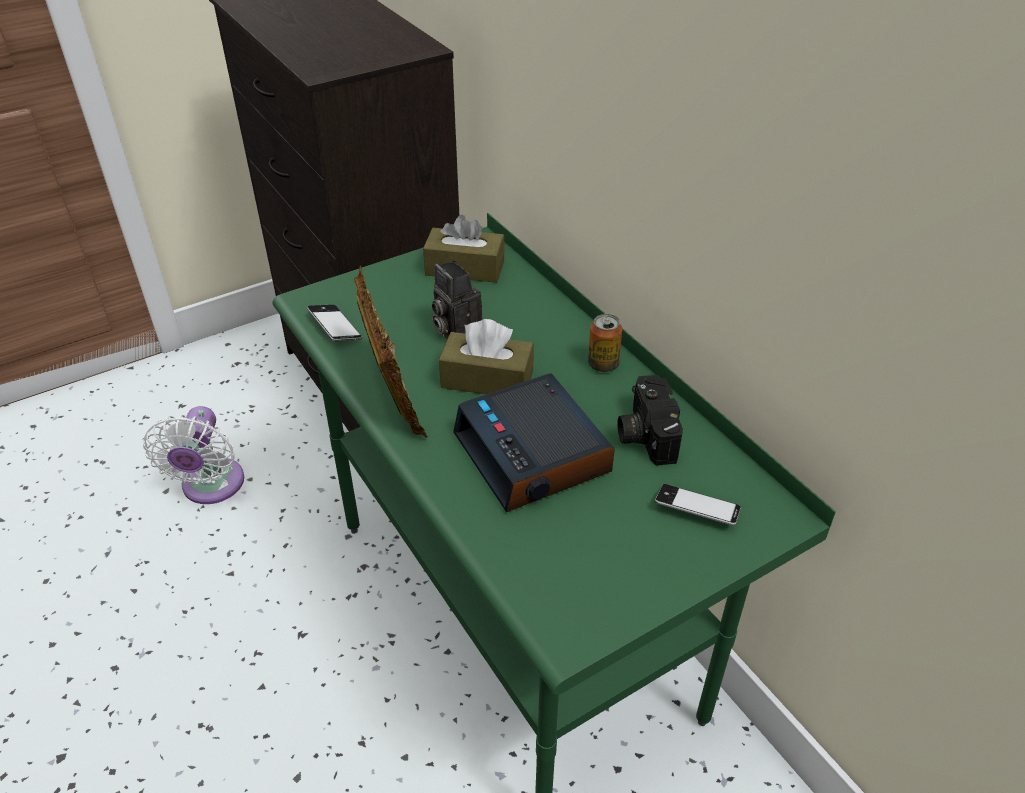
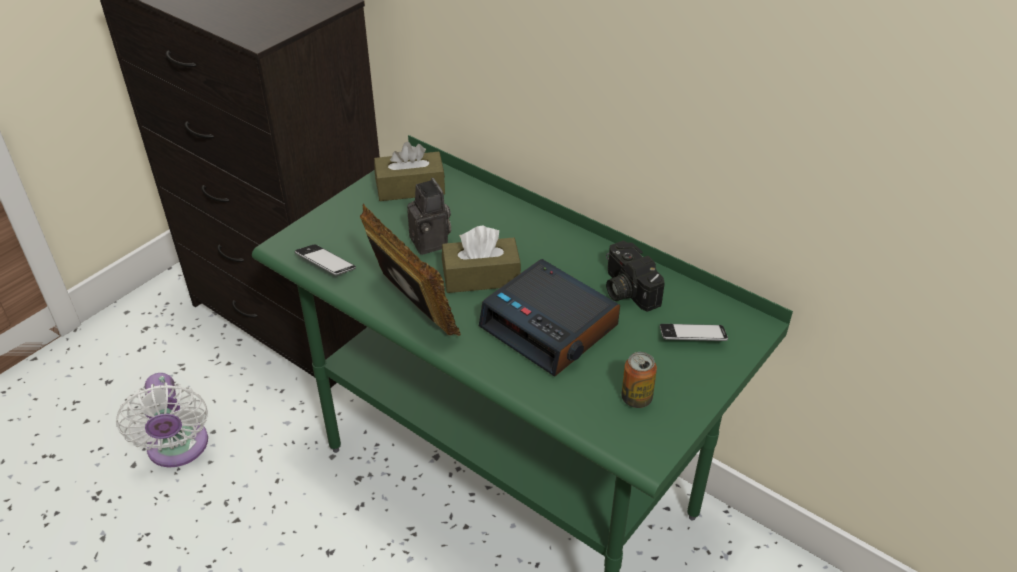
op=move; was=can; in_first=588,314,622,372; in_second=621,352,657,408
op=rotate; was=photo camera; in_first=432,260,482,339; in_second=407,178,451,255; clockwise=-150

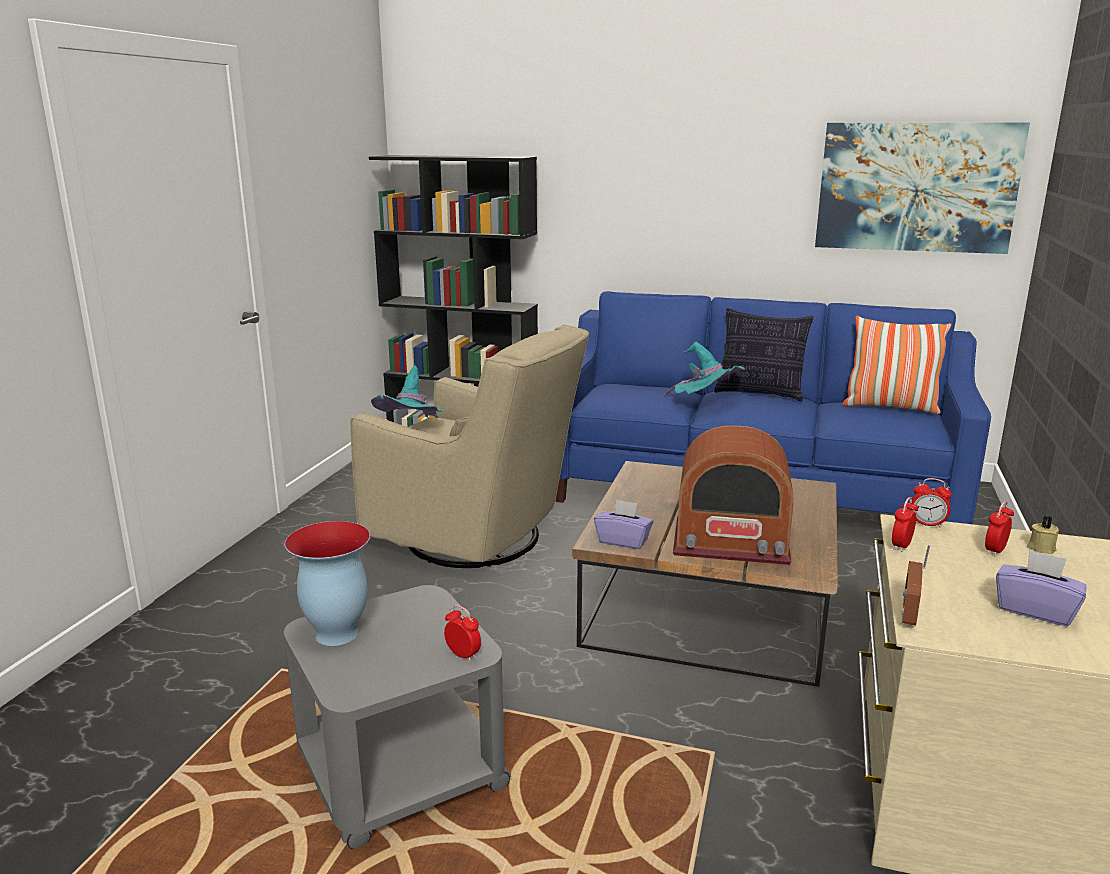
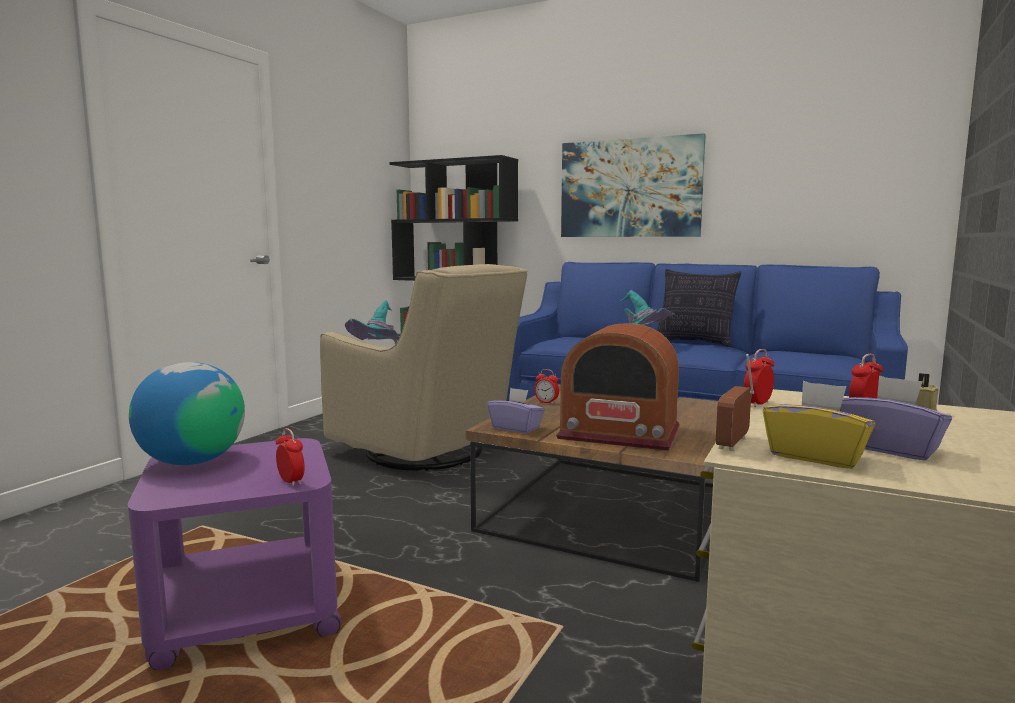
op=delete; was=pillow; in_first=842,316,952,414
op=insert; now=yellow tissue box; in_second=763,381,875,469
op=move; was=picture; in_first=815,123,1030,254; in_second=561,133,706,237
op=move; was=alarm clock; in_first=912,478,952,528; in_second=534,369,559,404
op=replace; was=vase; now=globe; in_first=284,521,370,646; in_second=129,362,245,465
op=recolor; was=grey side table; now=purple side table; in_first=284,585,511,849; in_second=127,438,342,670

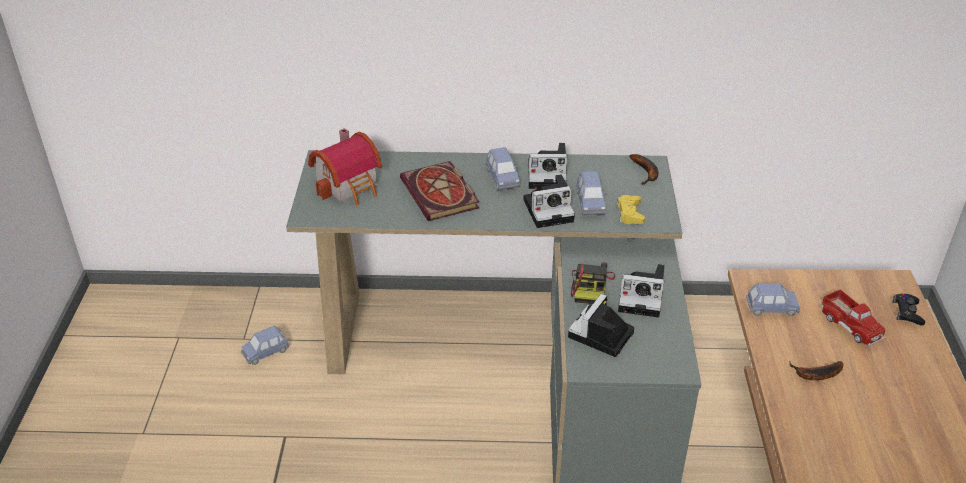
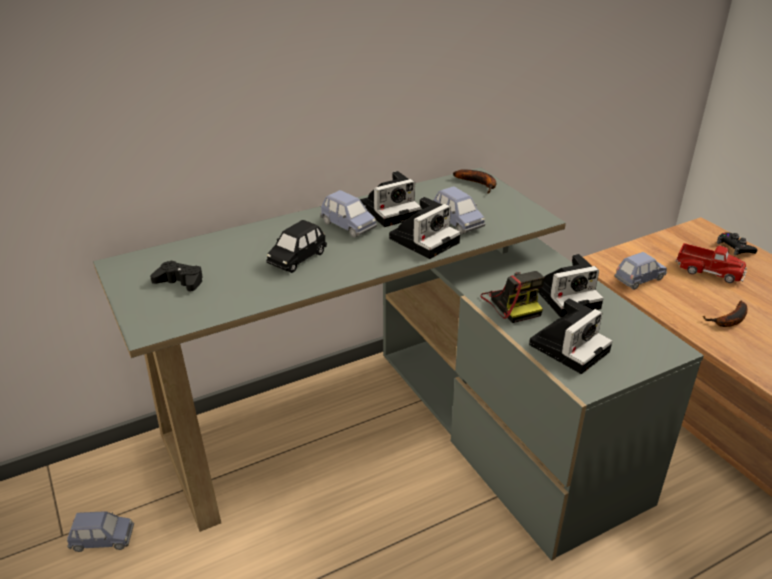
op=delete; was=yellow game controller; in_first=616,195,645,224
op=replace; was=toy house; now=black game controller; in_first=308,128,382,205; in_second=150,261,203,291
op=replace; was=book; now=black toy car; in_first=400,161,479,221; in_second=266,220,327,273
op=rotate; was=blue toy car; in_first=240,326,289,365; in_second=66,511,134,552; clockwise=-120
op=rotate; was=photo camera; in_first=568,294,634,357; in_second=529,298,612,374; clockwise=-135

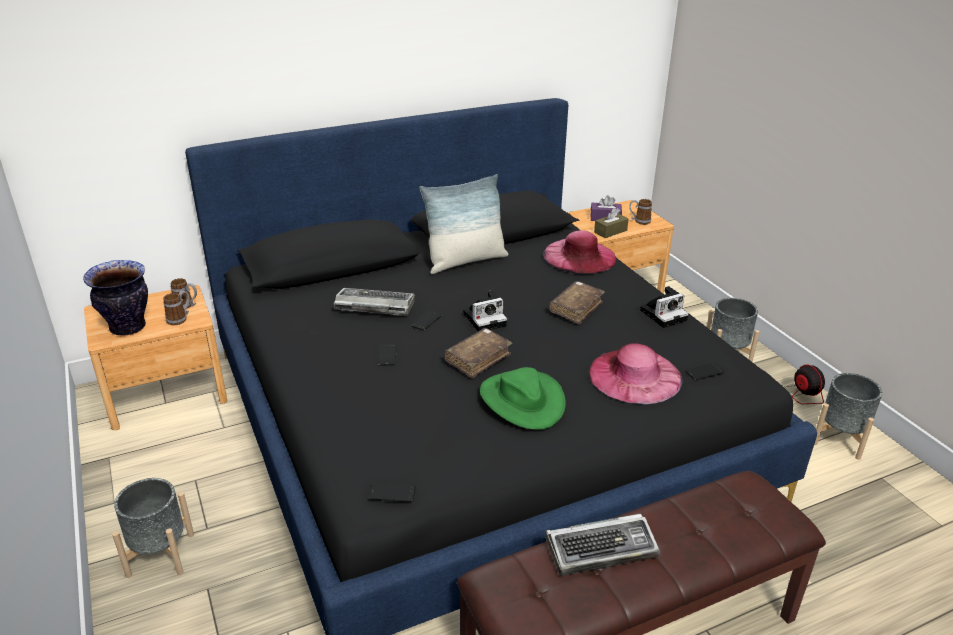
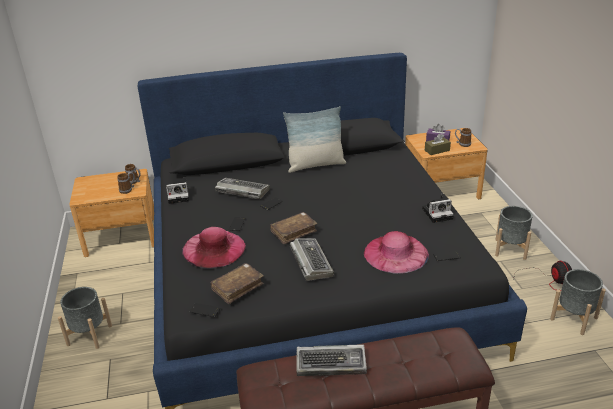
op=delete; was=vase; in_first=83,260,148,336
op=move; was=photo camera; in_first=463,290,507,331; in_second=166,177,189,204
op=move; was=pink hat; in_first=543,230,616,274; in_second=182,227,246,269
op=move; was=brown book; in_first=549,281,605,325; in_second=210,263,264,304
op=replace; was=green hat; now=keyboard; in_first=480,367,566,430; in_second=290,238,334,281

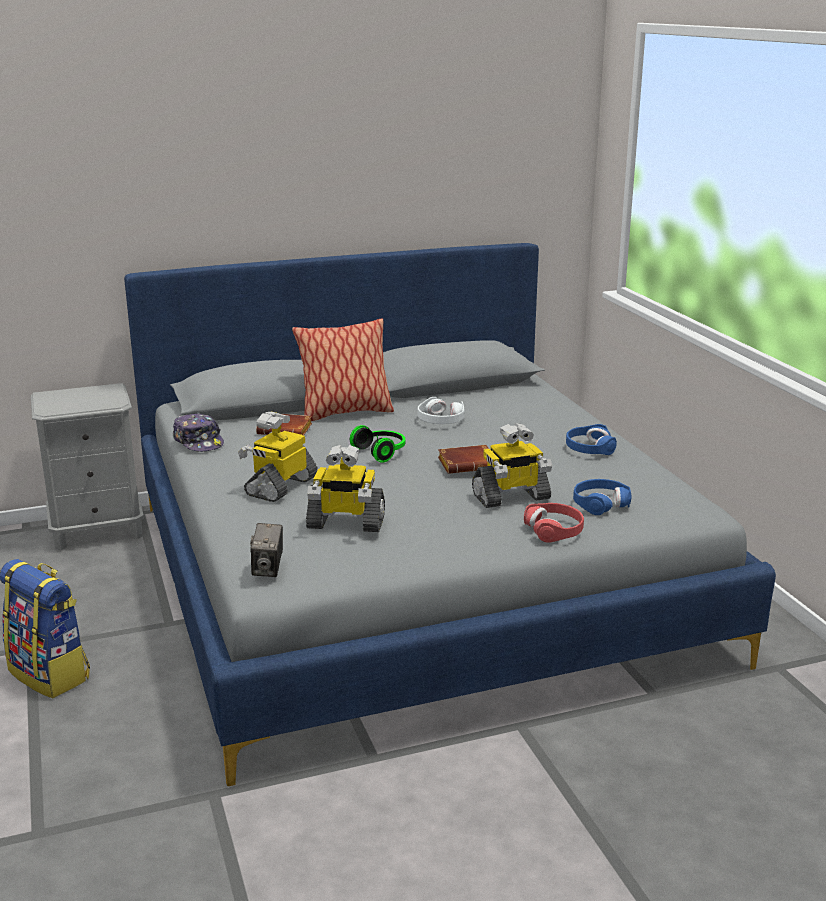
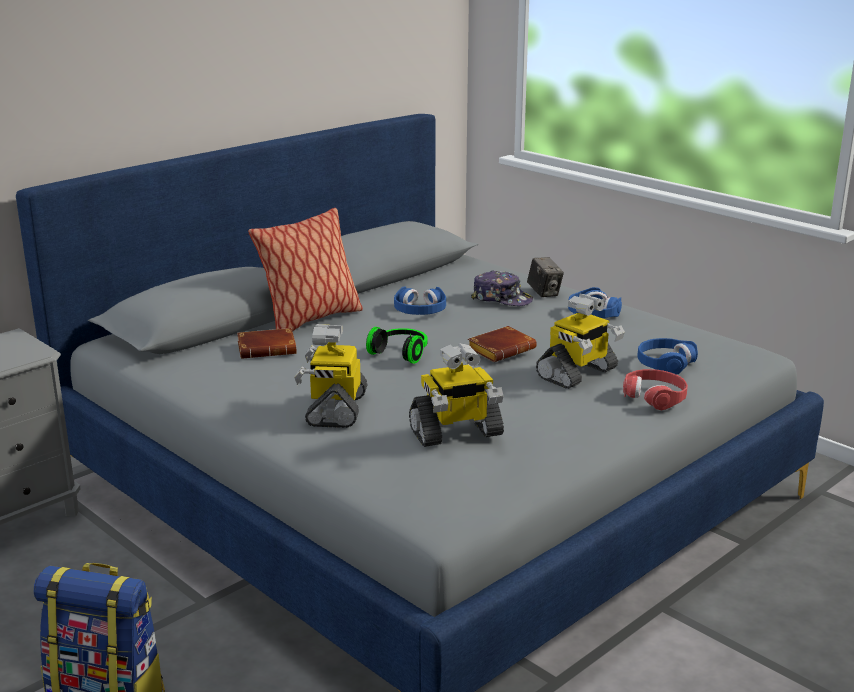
op=move; was=cap; in_first=172,413,224,452; in_second=471,270,533,306
op=move; was=photo camera; in_first=250,523,283,577; in_second=527,257,564,297
op=recolor; was=white headphones; now=blue headphones; in_first=418,397,464,424; in_second=394,286,446,315

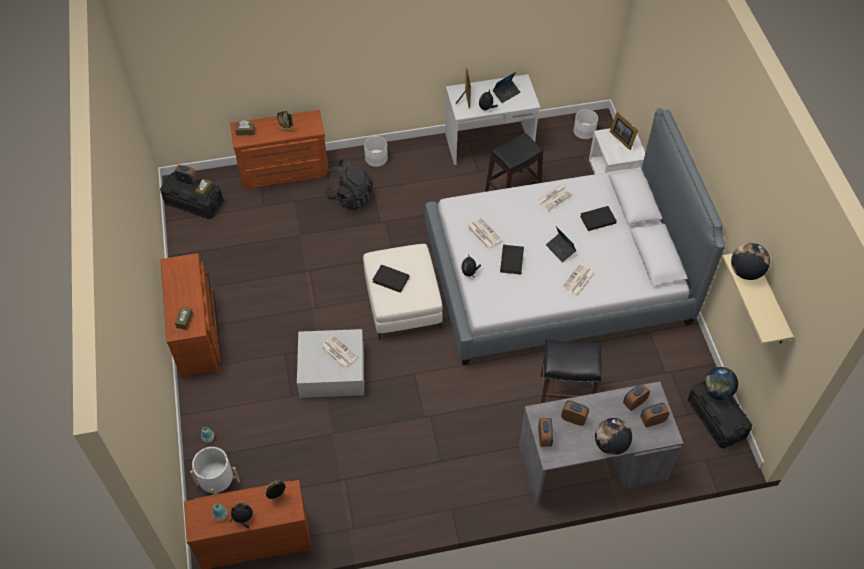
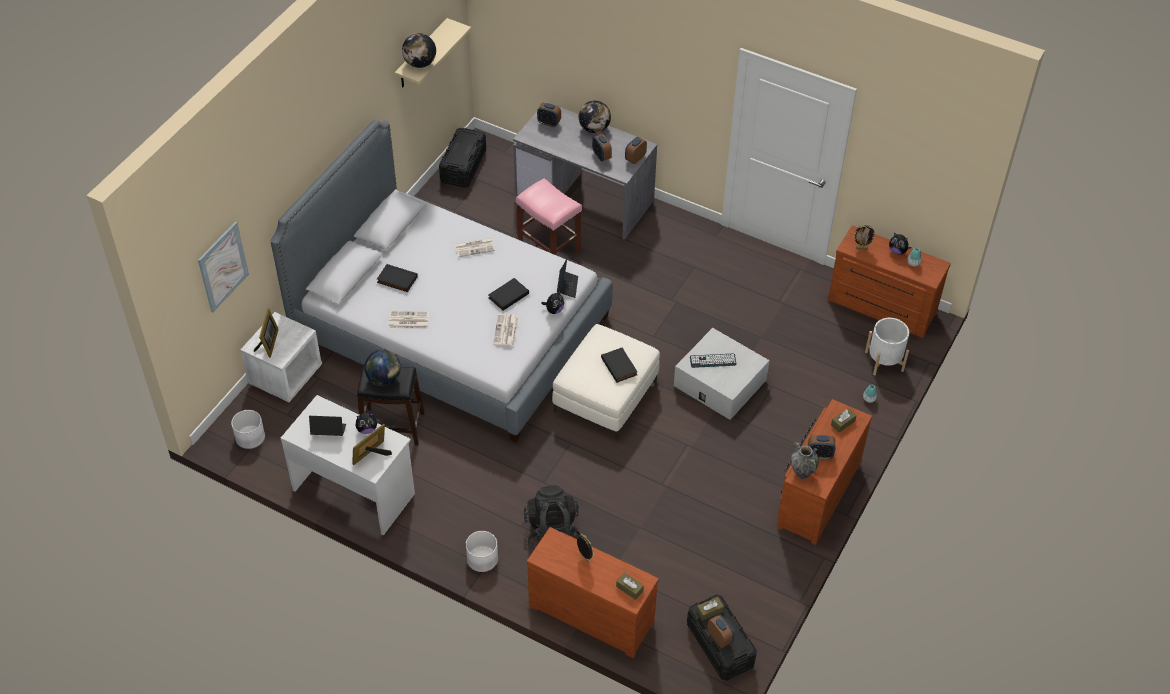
op=insert; now=picture; in_second=198,221,249,312
op=insert; now=vase; in_second=791,442,819,479
op=move; was=laptop; in_first=546,227,576,262; in_second=557,259,578,298
op=move; was=alarm clock; in_first=623,383,650,411; in_second=808,435,835,459
op=move; was=globe; in_first=704,367,738,400; in_second=364,350,401,386
op=replace; was=newspaper; now=keyboard; in_first=320,335,358,369; in_second=690,354,737,368
op=recolor; was=black stool; now=pink stool; in_first=540,339,602,403; in_second=516,178,582,255

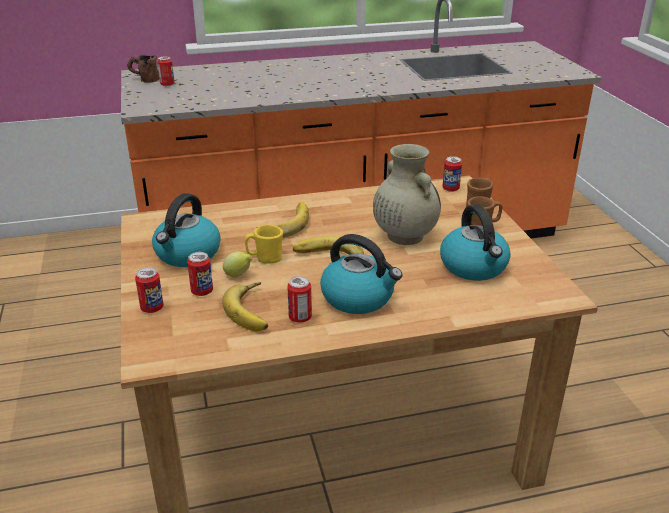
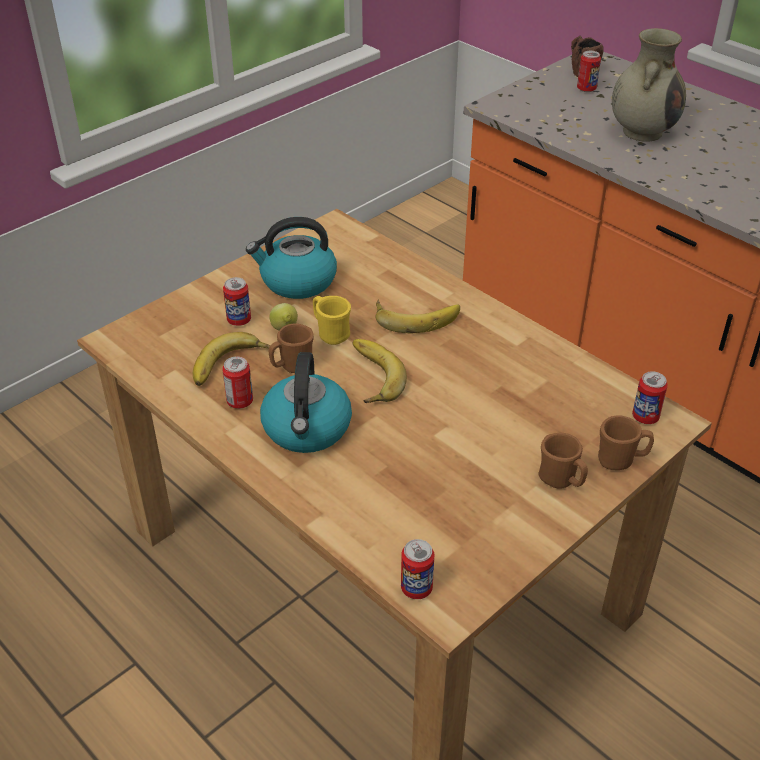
op=delete; was=kettle; in_first=440,204,511,281
op=insert; now=brown mug; in_second=269,324,314,373
op=move; was=can; in_first=135,267,164,313; in_second=401,539,434,599
op=move; was=beige vase; in_first=373,144,441,245; in_second=612,28,686,142

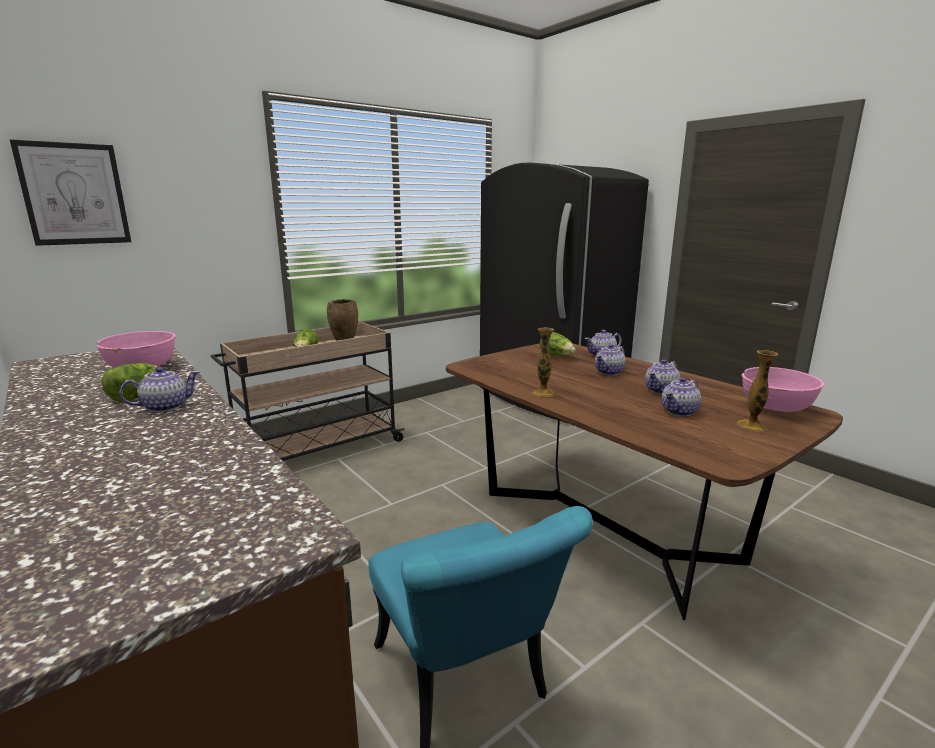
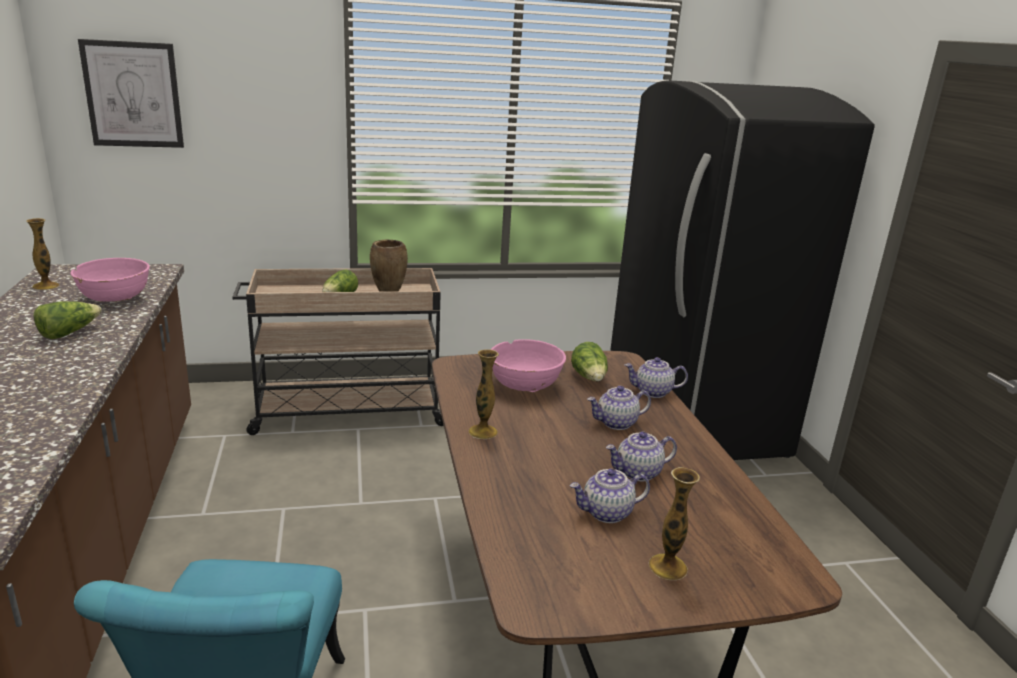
op=delete; was=teapot; in_first=120,367,199,412
op=insert; now=vase; in_second=26,218,60,290
op=move; was=pink bowl; in_first=742,367,824,412; in_second=491,339,566,392

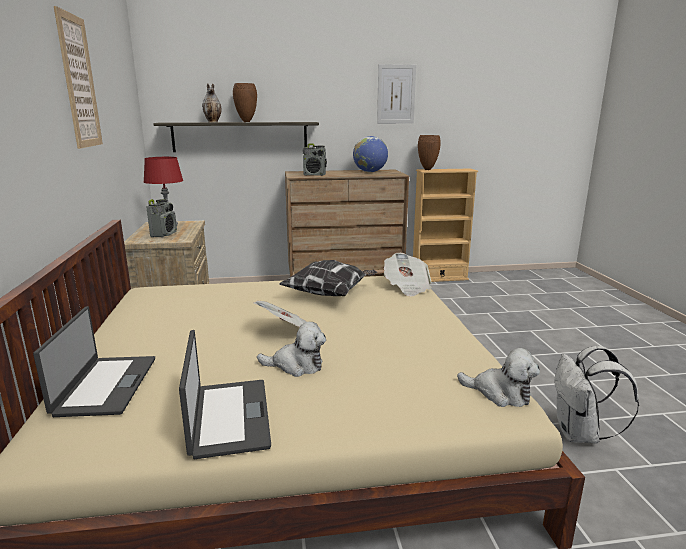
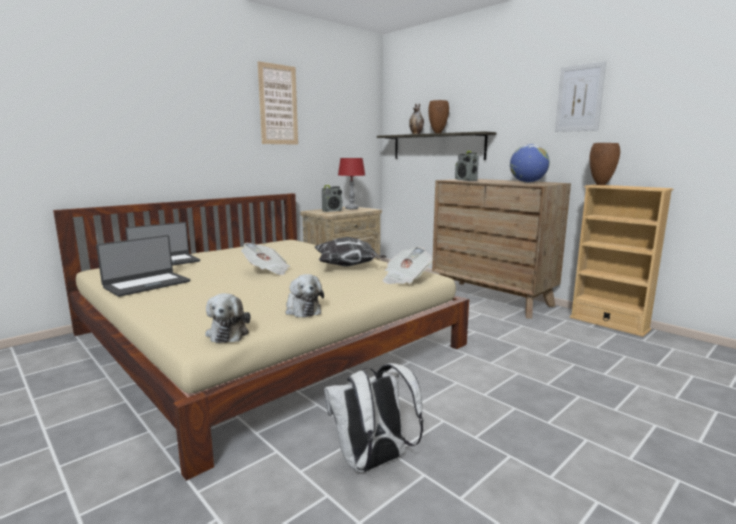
op=move; was=plush toy; in_first=257,322,326,377; in_second=286,274,324,318

